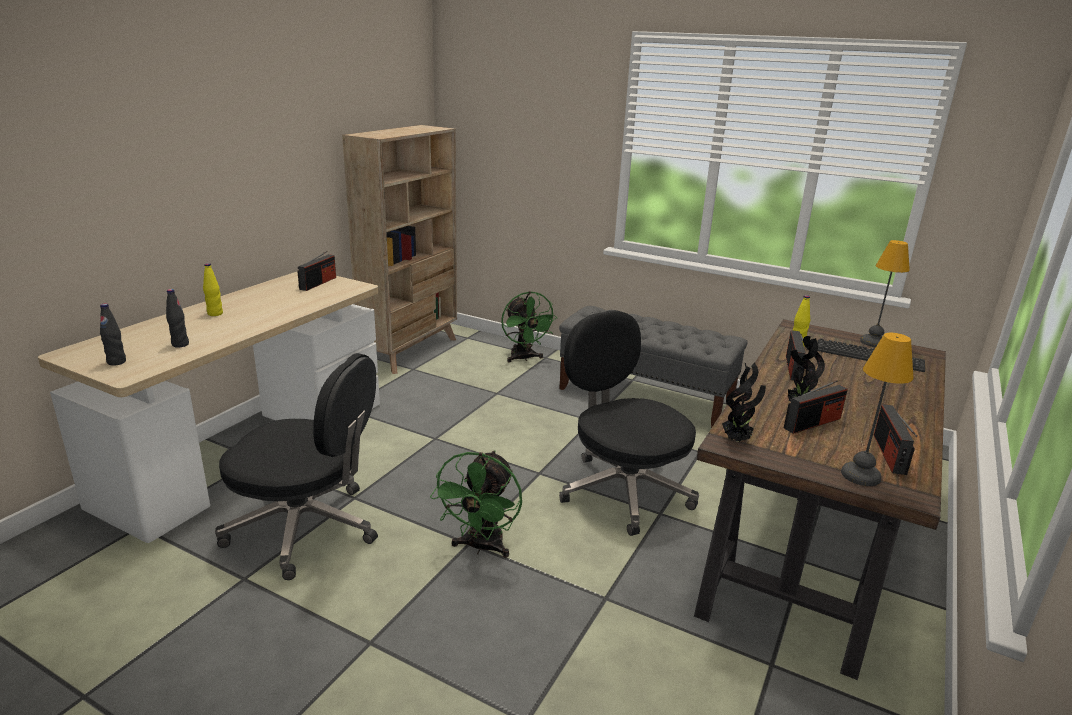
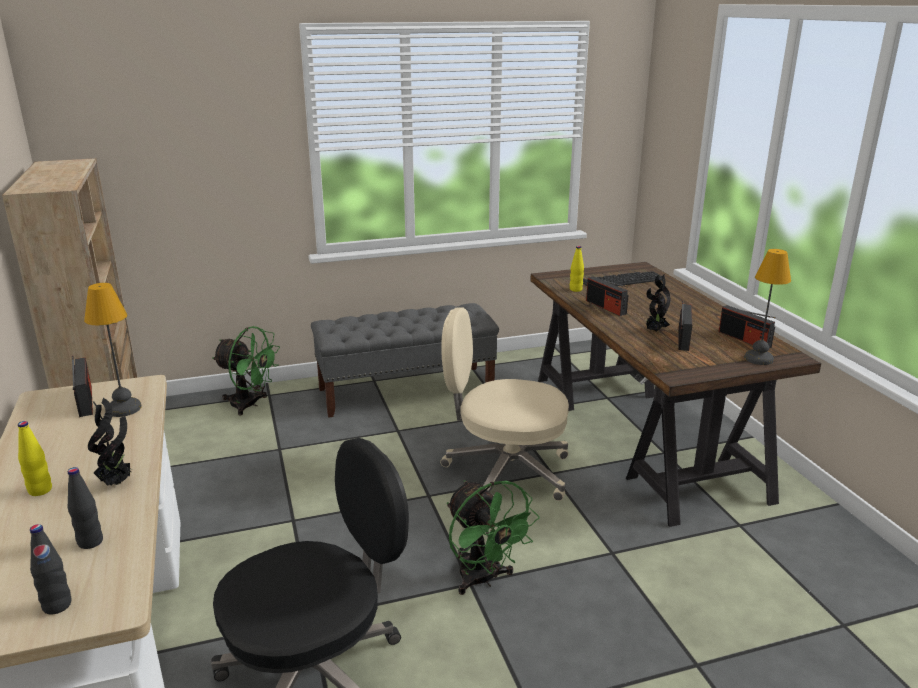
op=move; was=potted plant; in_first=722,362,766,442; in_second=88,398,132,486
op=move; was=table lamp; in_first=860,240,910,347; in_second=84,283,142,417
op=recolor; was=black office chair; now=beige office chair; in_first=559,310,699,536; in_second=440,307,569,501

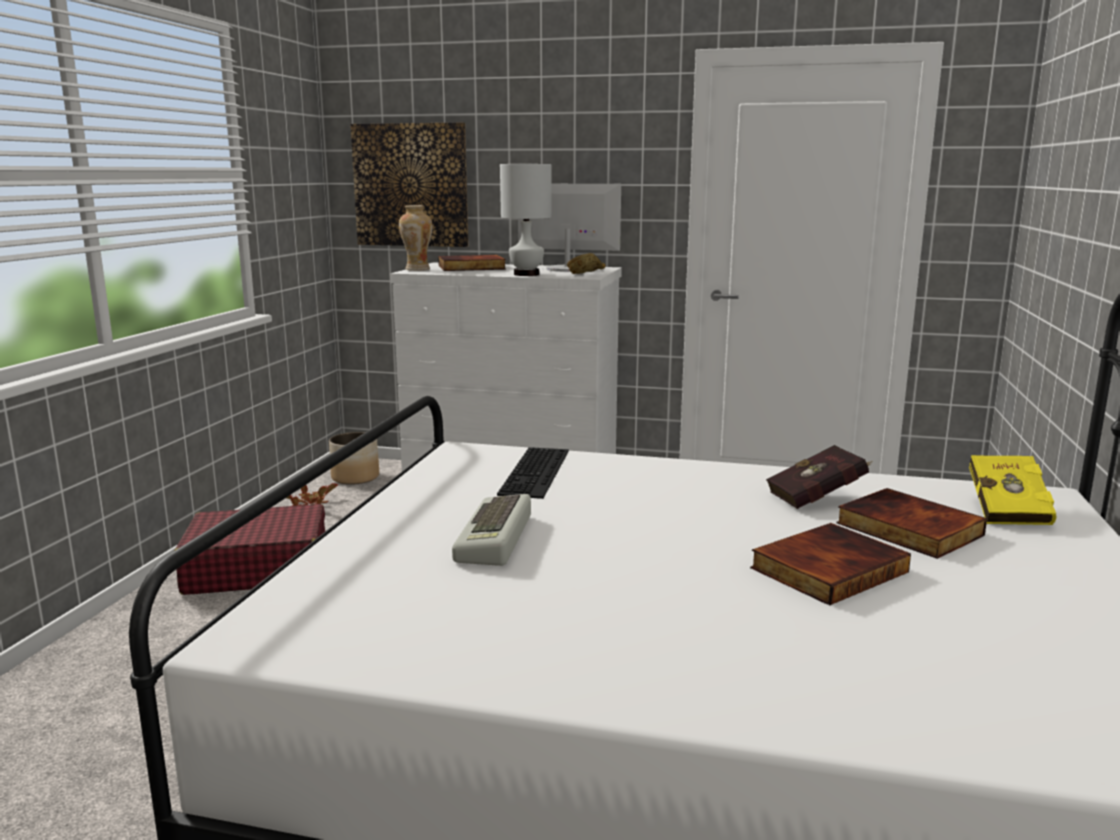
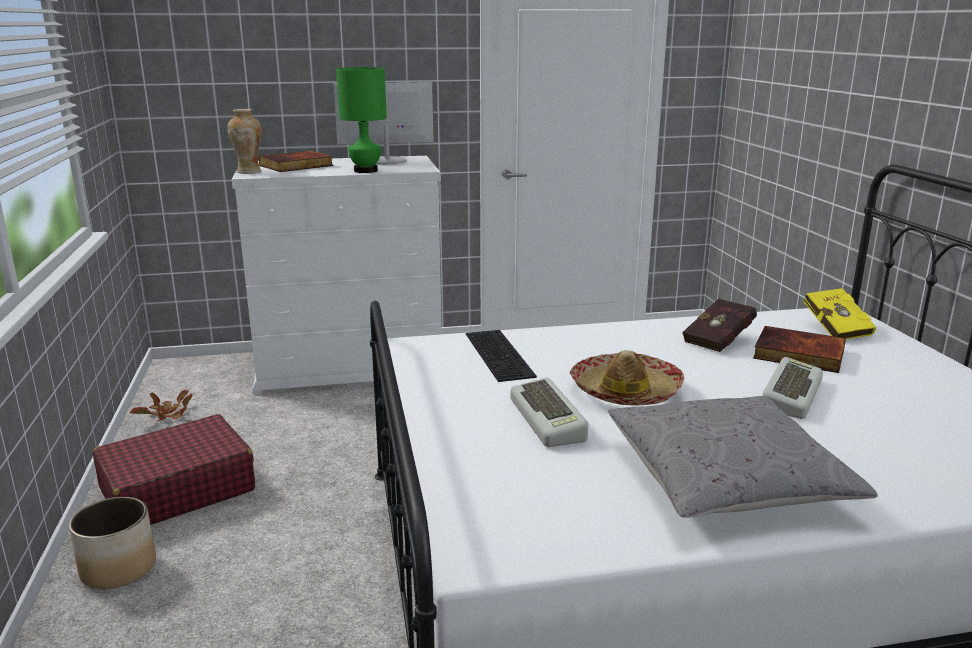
op=delete; was=picture; in_first=350,122,468,247
op=delete; was=brown bowl; in_first=567,253,606,274
op=insert; now=hat; in_second=570,350,684,405
op=insert; now=grey pillow; in_second=608,396,878,518
op=move; was=planter; in_first=329,432,379,485; in_second=69,497,156,589
op=replace; was=book; now=keyboard; in_first=750,523,911,606; in_second=762,357,823,419
op=recolor; was=white table lamp; now=green table lamp; in_first=500,164,552,276; in_second=336,67,387,173

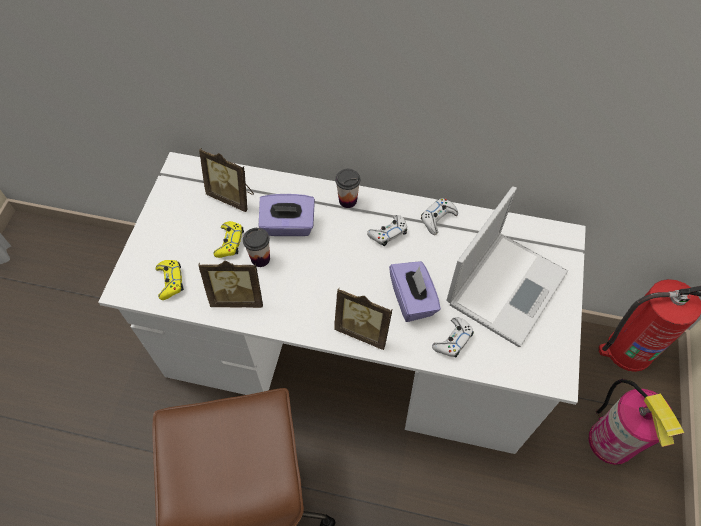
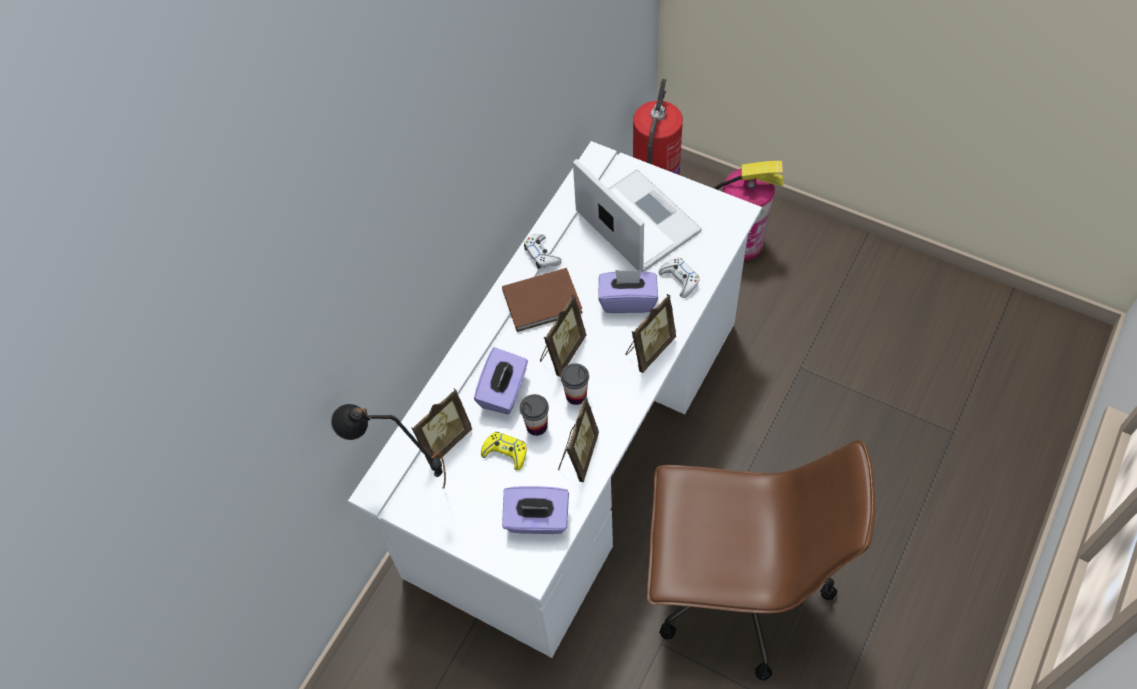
op=insert; now=black table lamp; in_second=331,404,446,488
op=insert; now=picture frame; in_second=540,295,586,377
op=move; was=cup; in_first=335,169,360,208; in_second=561,363,589,405
op=replace; was=yellow game controller; now=purple tissue box; in_first=156,260,184,300; in_second=502,486,569,534
op=replace; was=white game controller; now=brown book; in_first=367,215,407,246; in_second=502,268,583,332

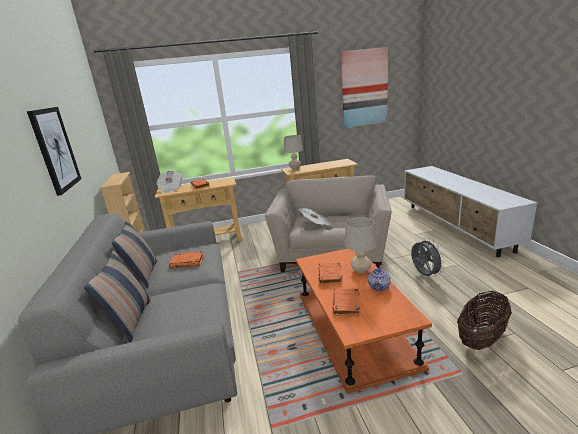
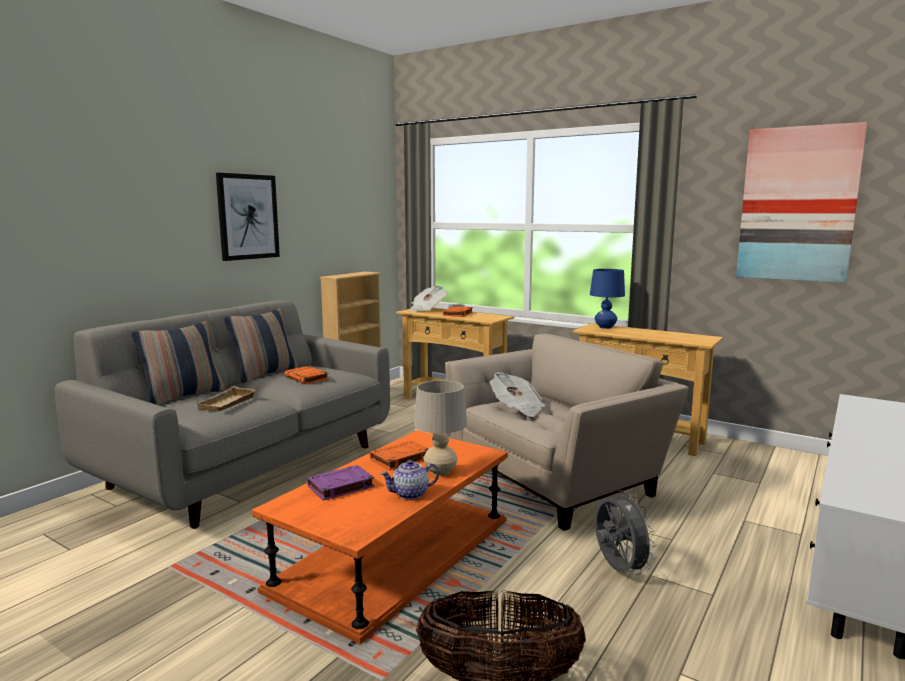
op=insert; now=beige tray; in_second=197,386,256,412
op=recolor; was=beige table lamp; now=blue table lamp; in_first=284,135,303,170; in_second=590,269,625,329
op=recolor; was=orange book; now=purple book; in_first=332,289,360,316; in_second=307,465,375,500
op=rotate; was=grey fan; in_first=411,238,445,276; in_second=595,490,656,575; clockwise=-45

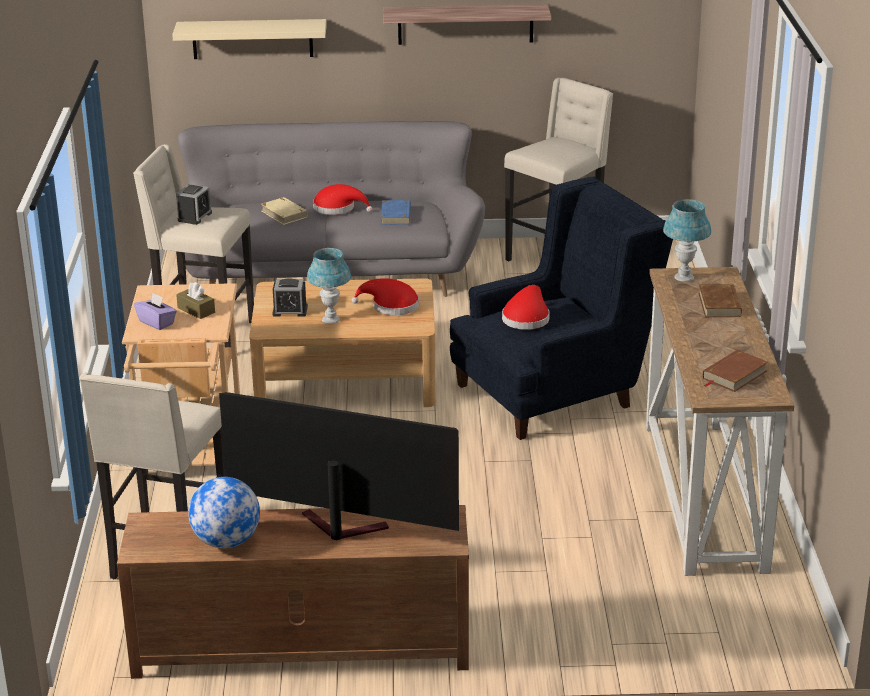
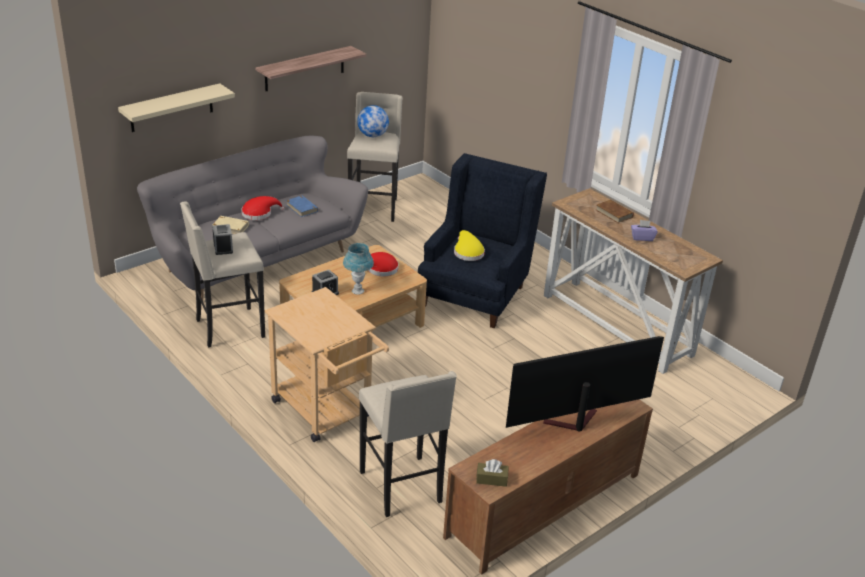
op=delete; was=blue table lamp; in_first=663,199,711,282
op=delete; was=brown book; in_first=703,350,768,392
op=move; was=purple tissue box; in_first=134,293,177,330; in_second=631,220,658,241
op=move; was=brown tissue box; in_first=176,282,215,319; in_second=476,459,509,487
op=move; was=globe; in_first=188,477,260,548; in_second=357,105,389,137
op=recolor; was=red hat; now=yellow hat; in_first=502,285,550,330; in_second=454,230,485,261

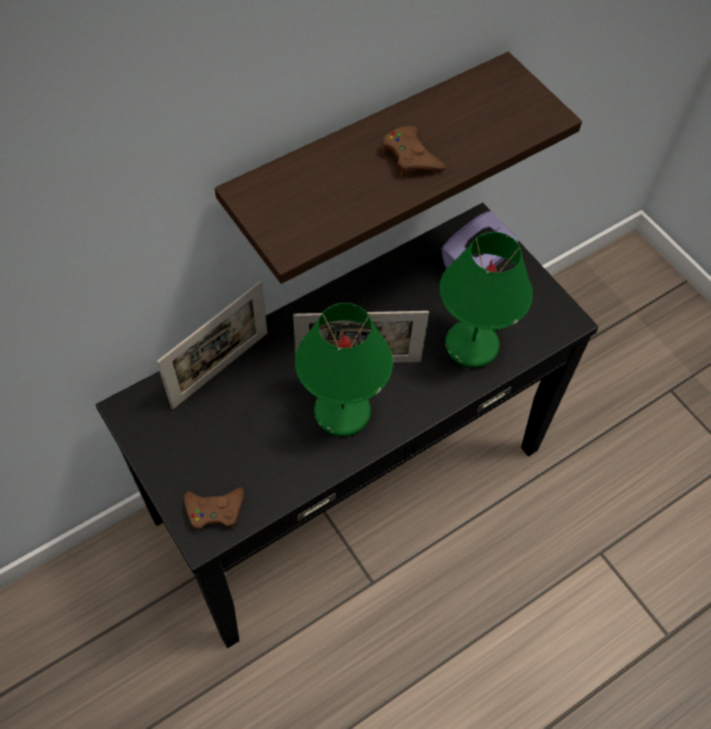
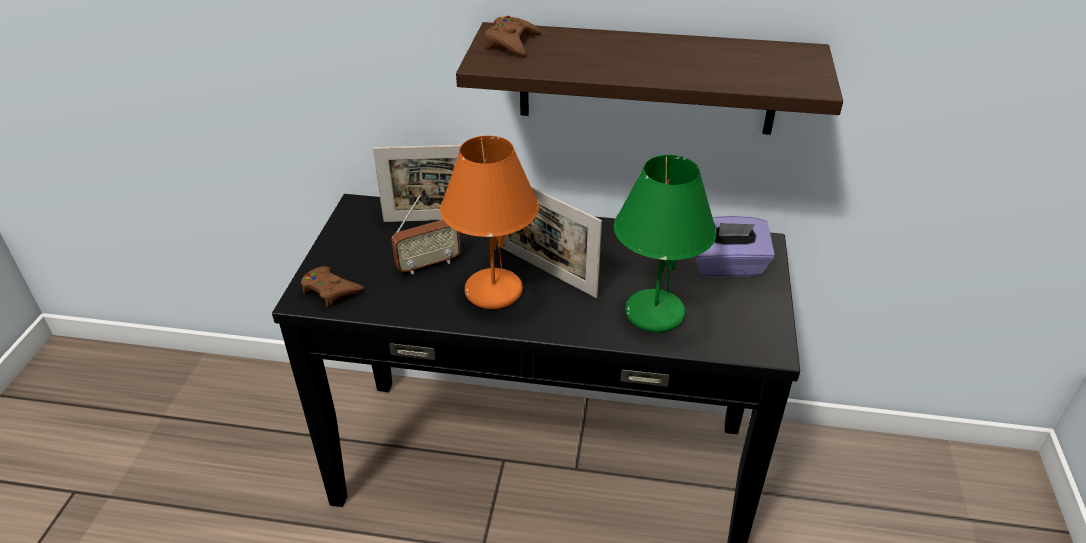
op=insert; now=radio; in_second=391,195,461,274
op=move; was=brown game controller; in_first=382,126,446,177; in_second=485,16,541,57
op=recolor; was=green table lamp; now=orange table lamp; in_first=295,303,393,436; in_second=440,135,539,309

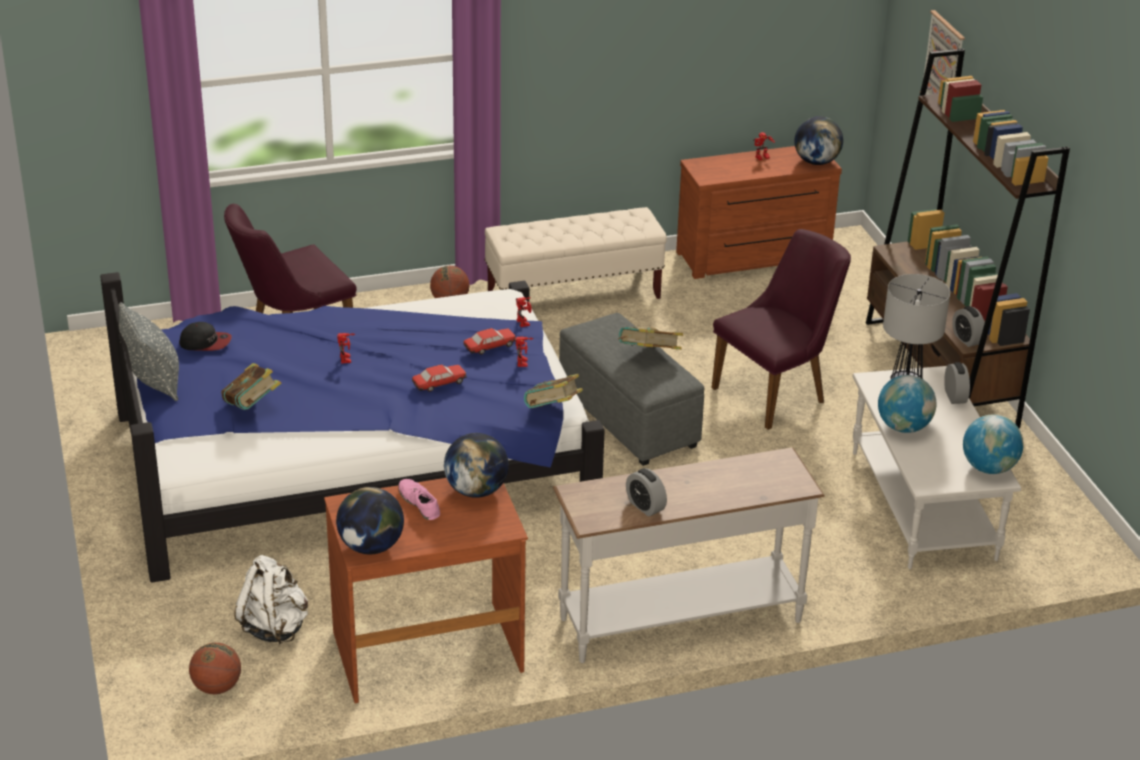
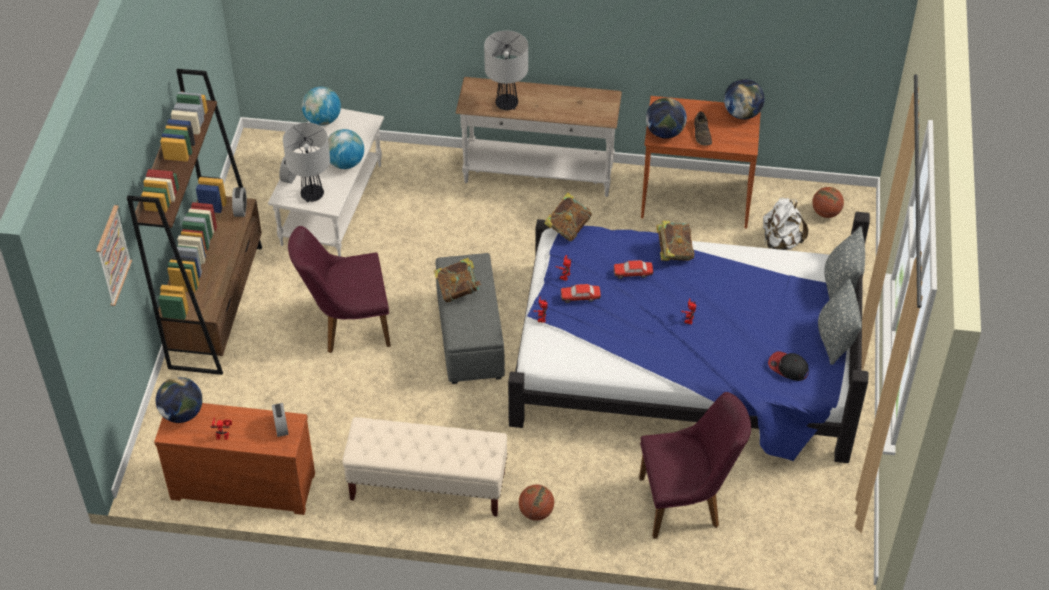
op=insert; now=table lamp; in_second=484,31,528,110
op=insert; now=grey pillow; in_second=824,226,865,299
op=move; was=book; in_first=221,363,281,410; in_second=656,221,695,261
op=move; was=alarm clock; in_first=626,468,667,516; in_second=272,403,289,437
op=recolor; was=pink shoe; now=brown shoe; in_first=398,479,440,520; in_second=694,112,712,146

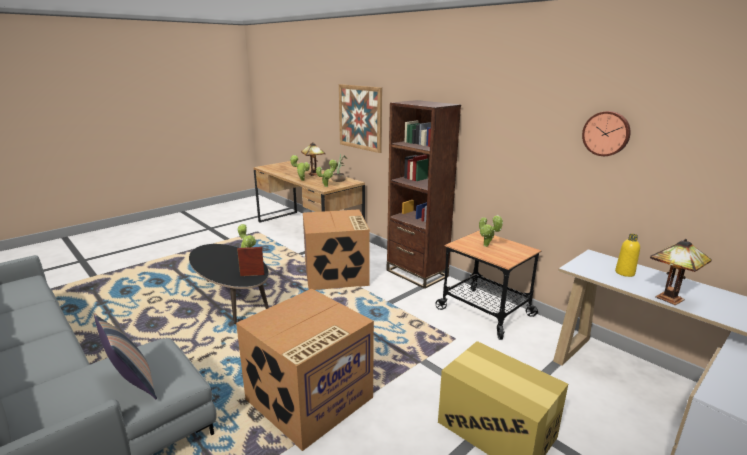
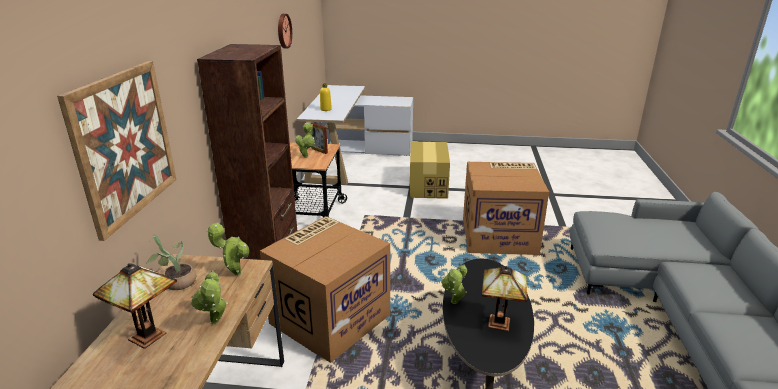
op=delete; was=pillow; in_first=94,313,157,400
op=move; was=picture frame; in_first=237,247,264,276; in_second=311,123,328,154
op=move; was=table lamp; in_first=650,239,712,305; in_second=482,266,527,331

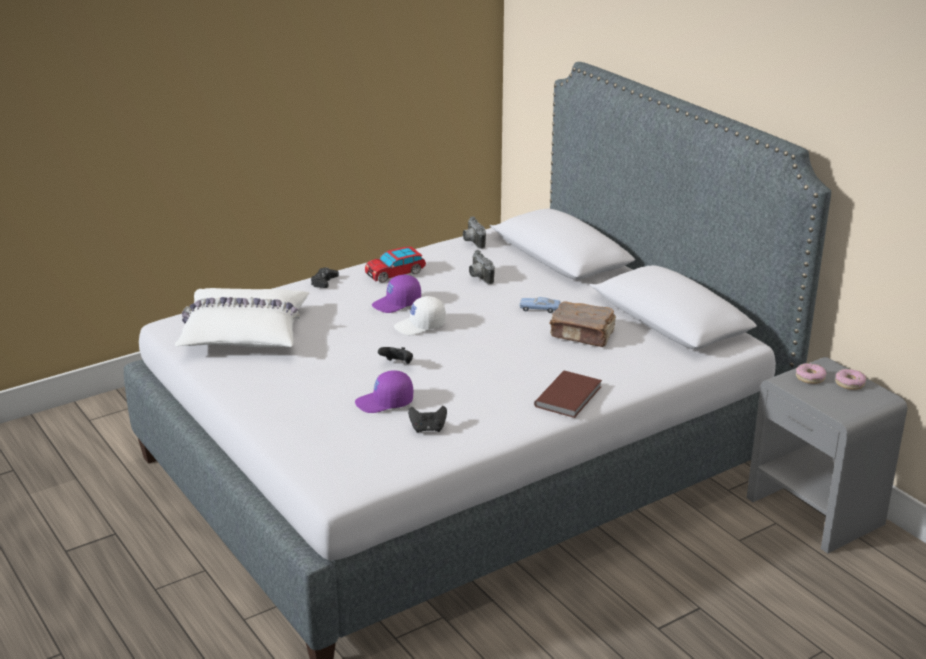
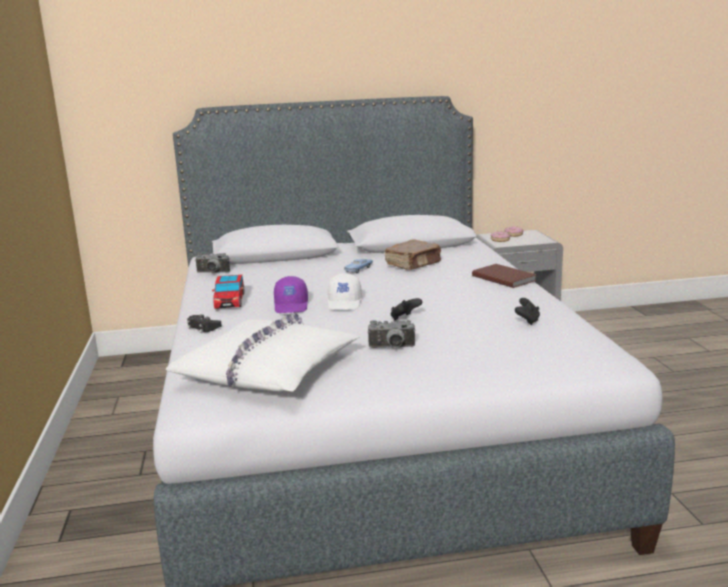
op=delete; was=purple cap; in_first=355,370,413,413
op=move; was=photo camera; in_first=469,250,495,284; in_second=368,320,416,348

